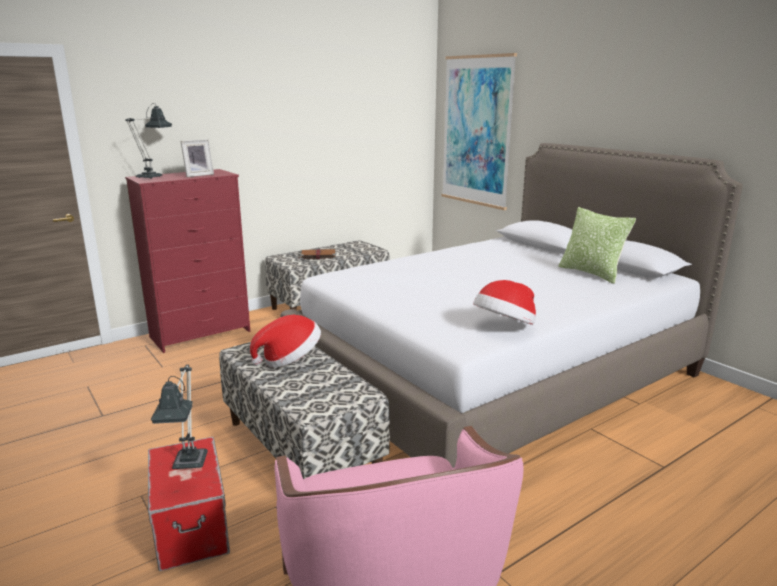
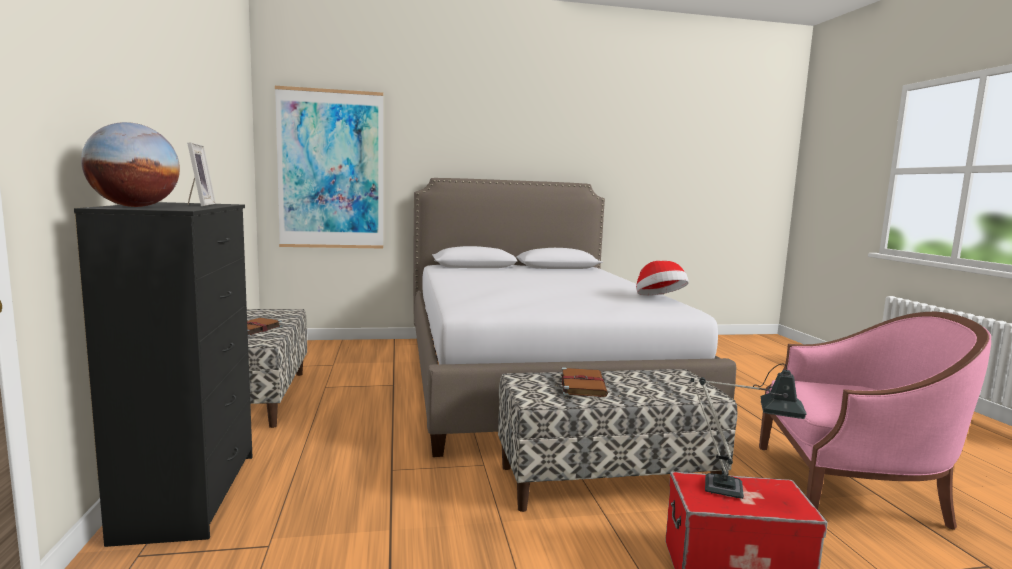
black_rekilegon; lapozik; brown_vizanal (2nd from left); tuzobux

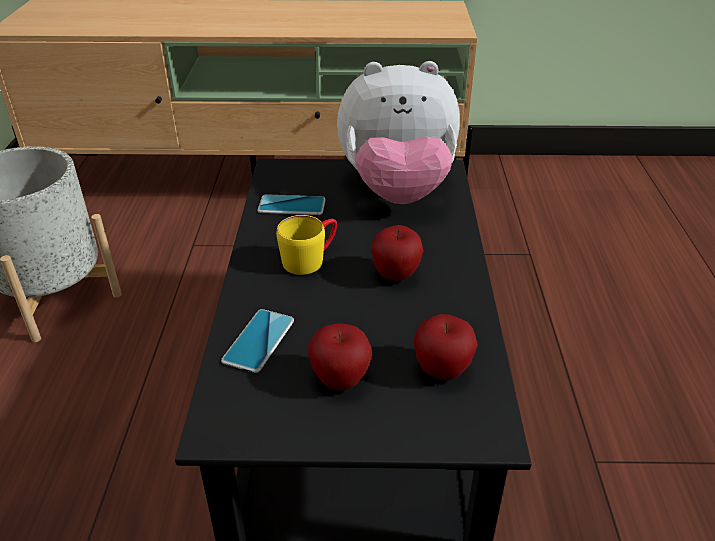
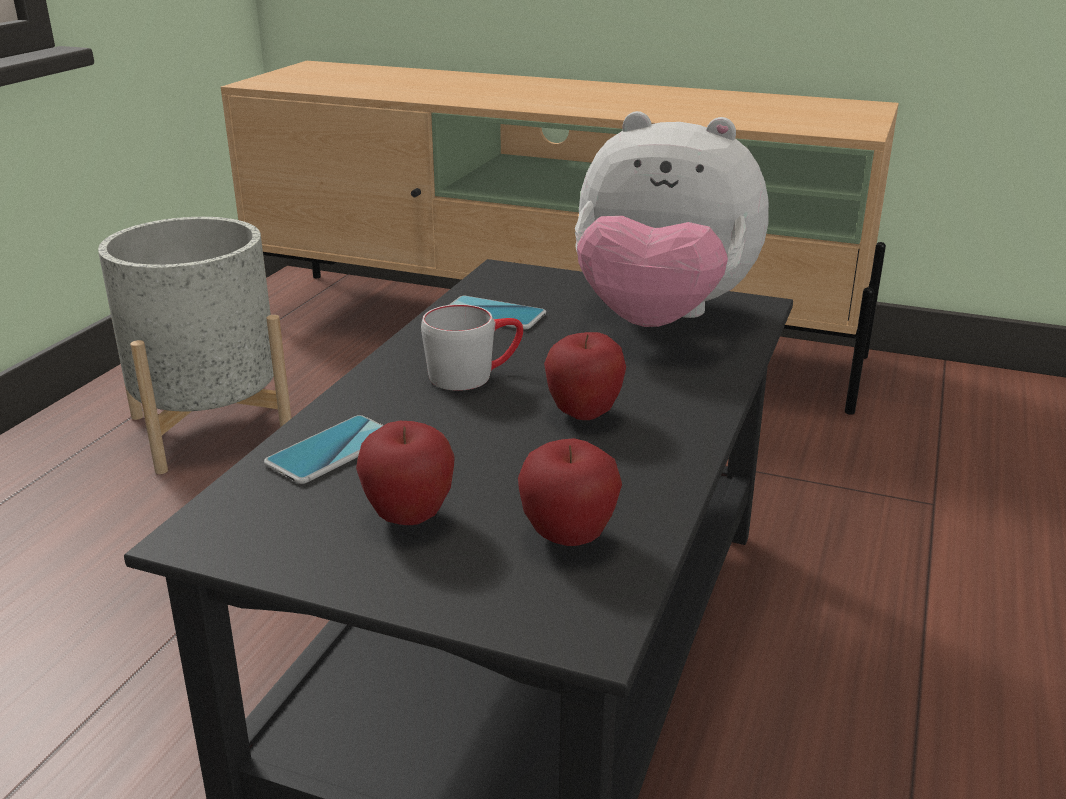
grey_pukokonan

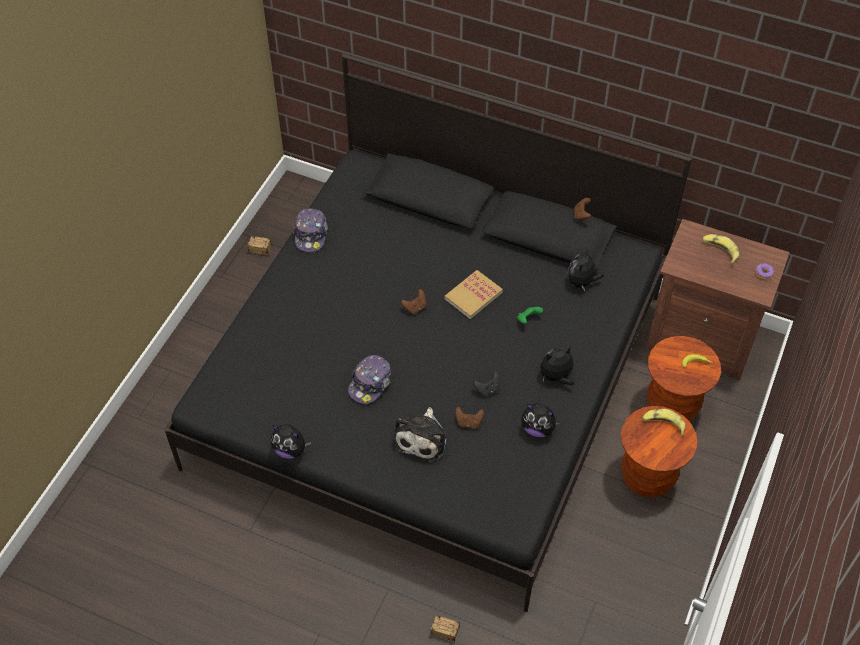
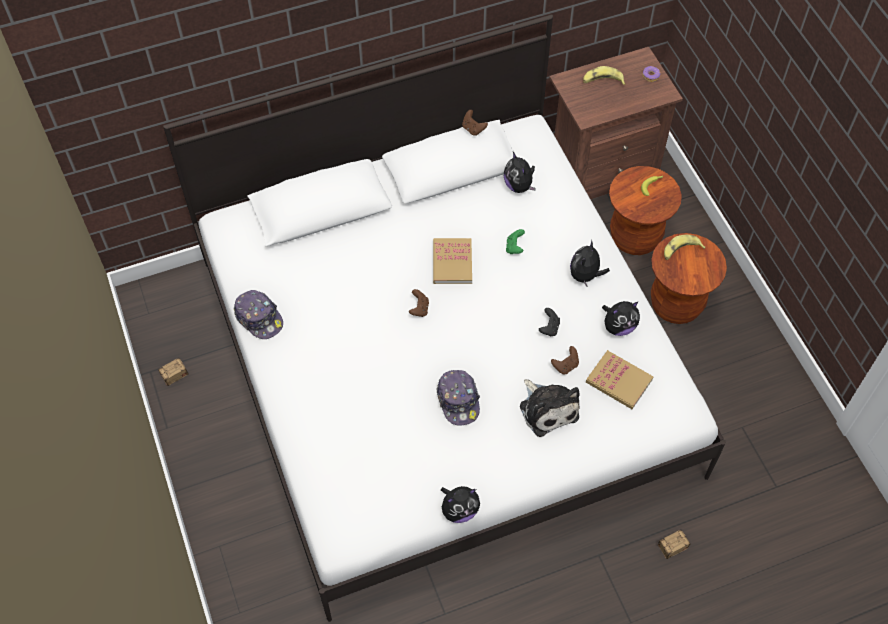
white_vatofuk; vizanal (2nd from left)

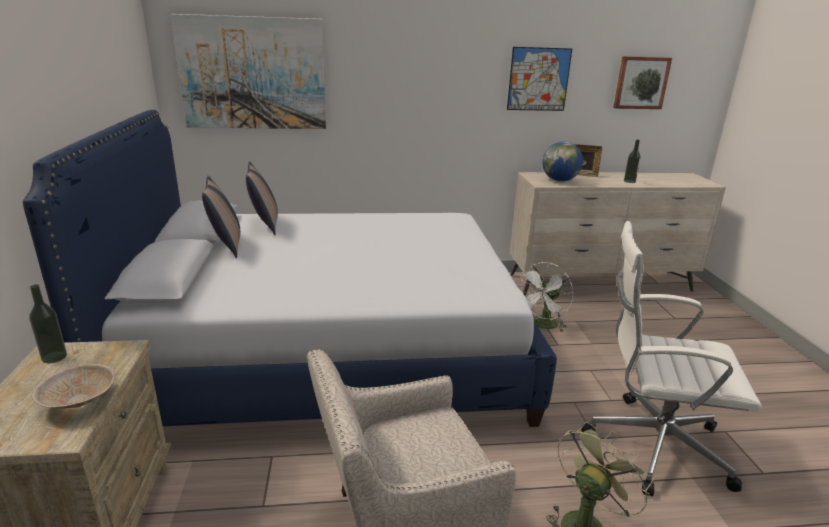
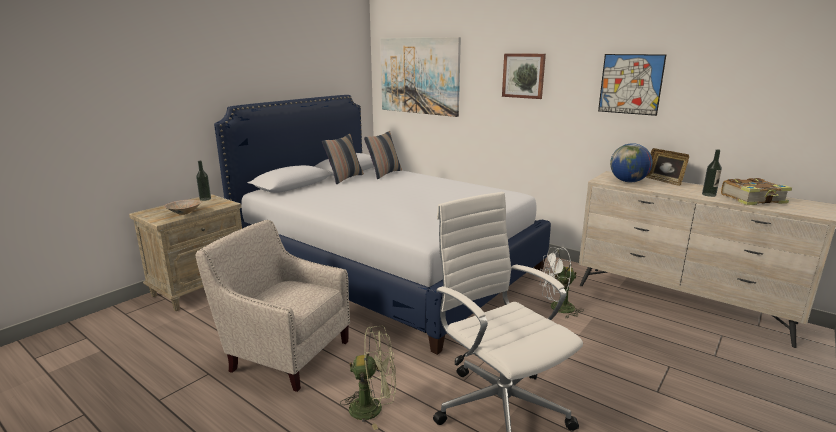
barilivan (2nd from left); vizanal

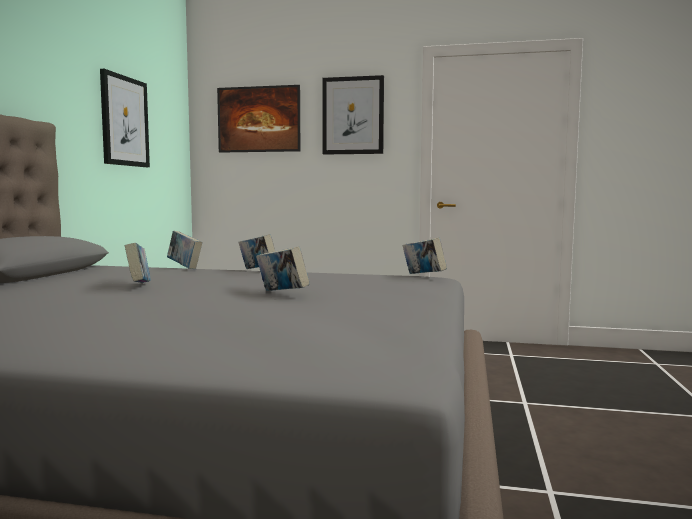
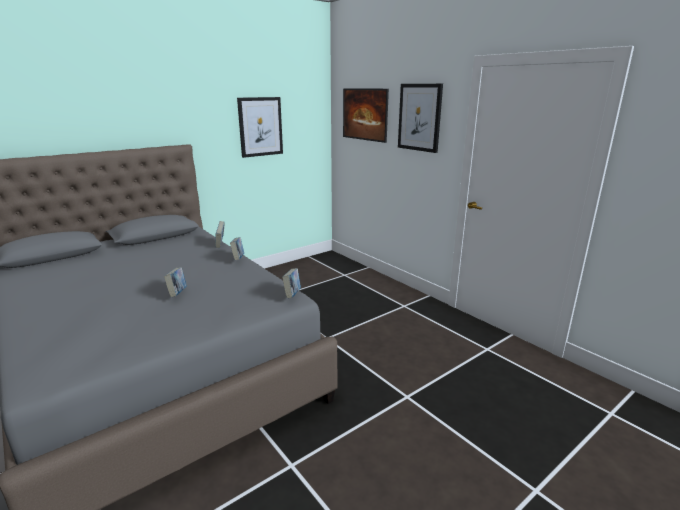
vizanal (1st from left in the first image)

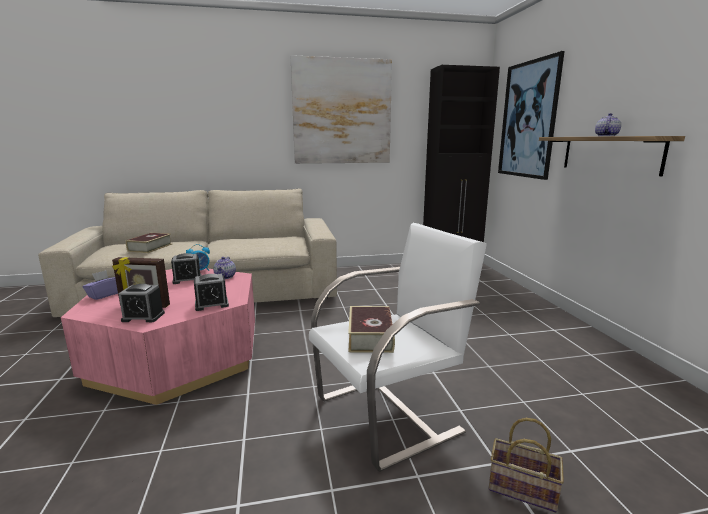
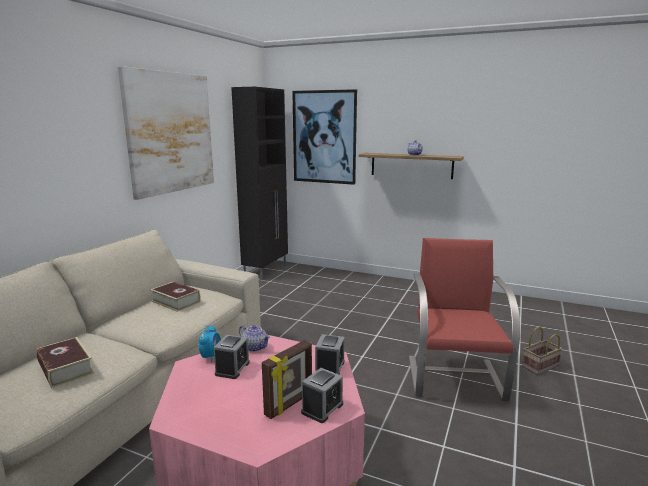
vizanal (2nd from left); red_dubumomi; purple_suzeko

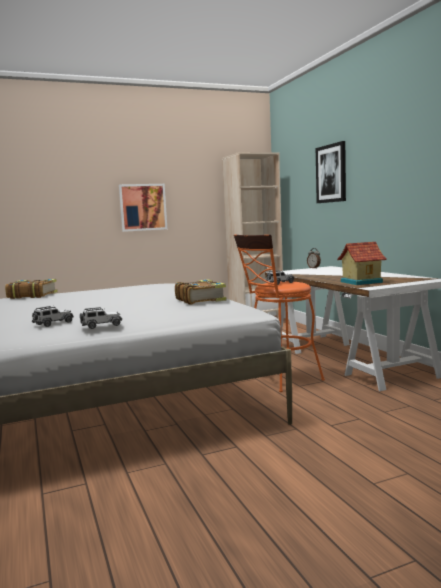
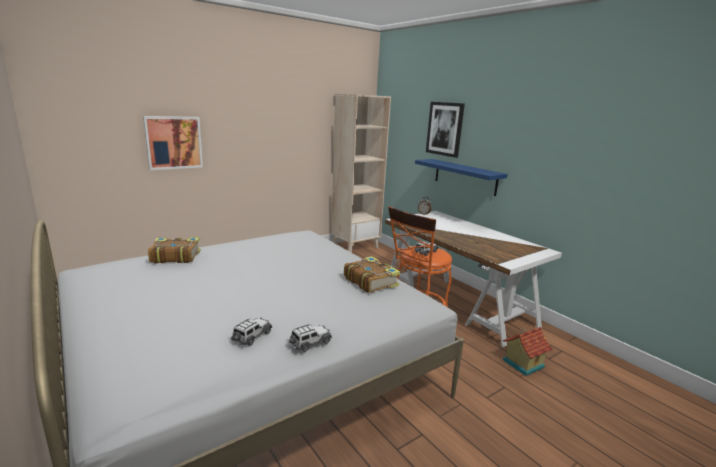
barilivan (1st from left); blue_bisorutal; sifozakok

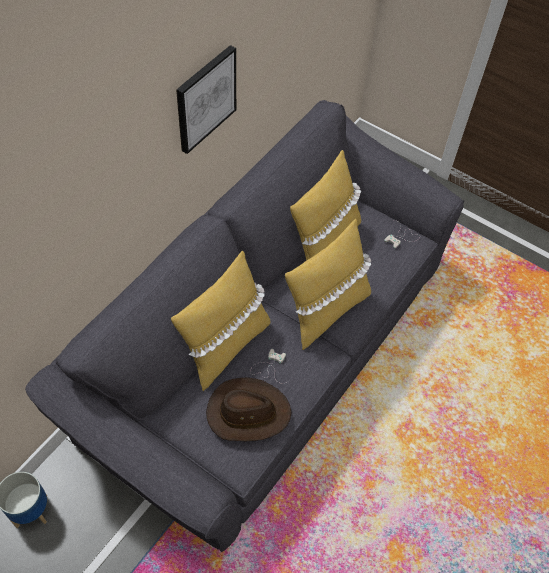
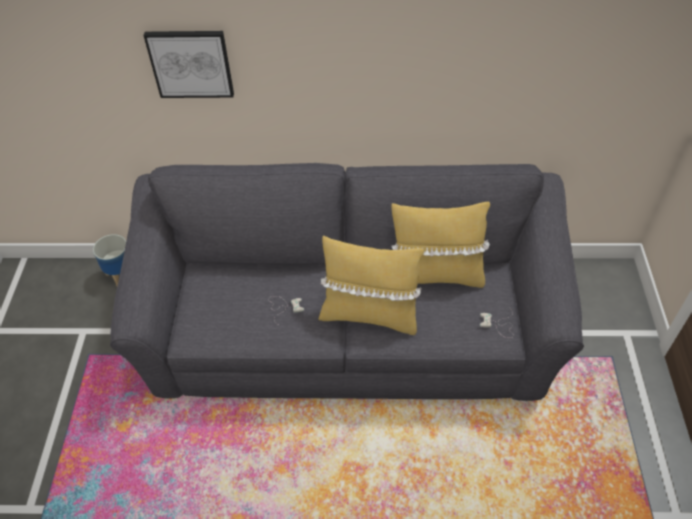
barilivan; yellow_tuzobux (1st from left in the first image); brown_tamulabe

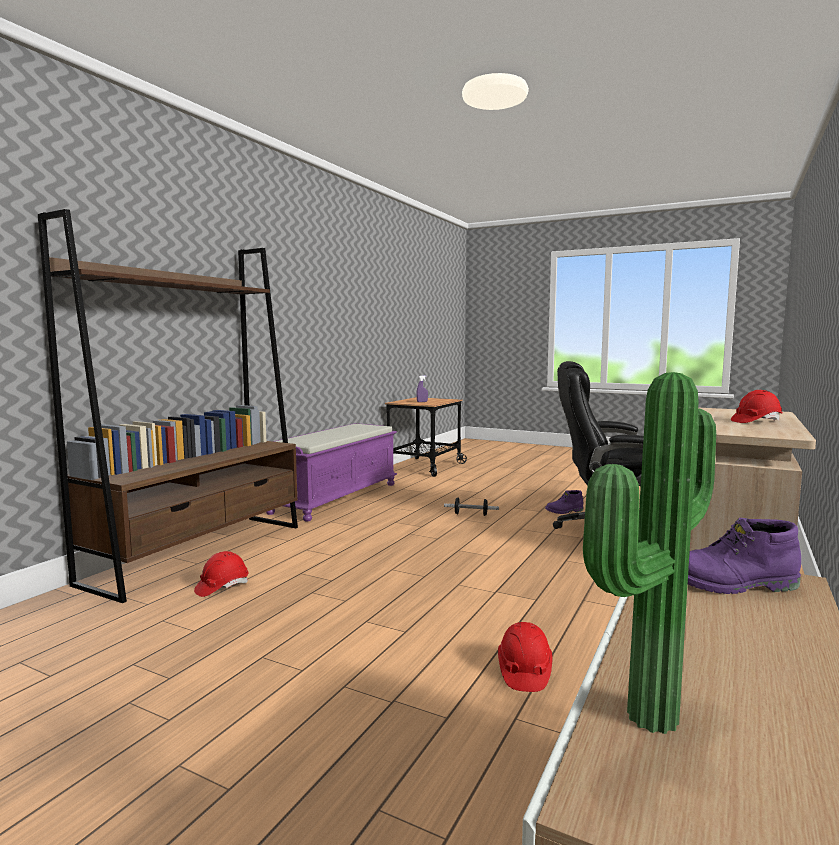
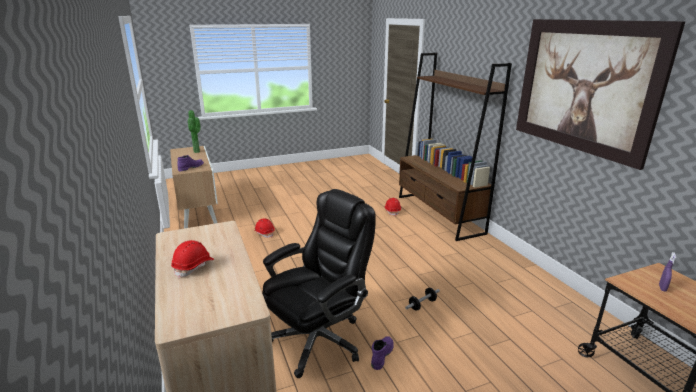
barilivan; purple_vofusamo

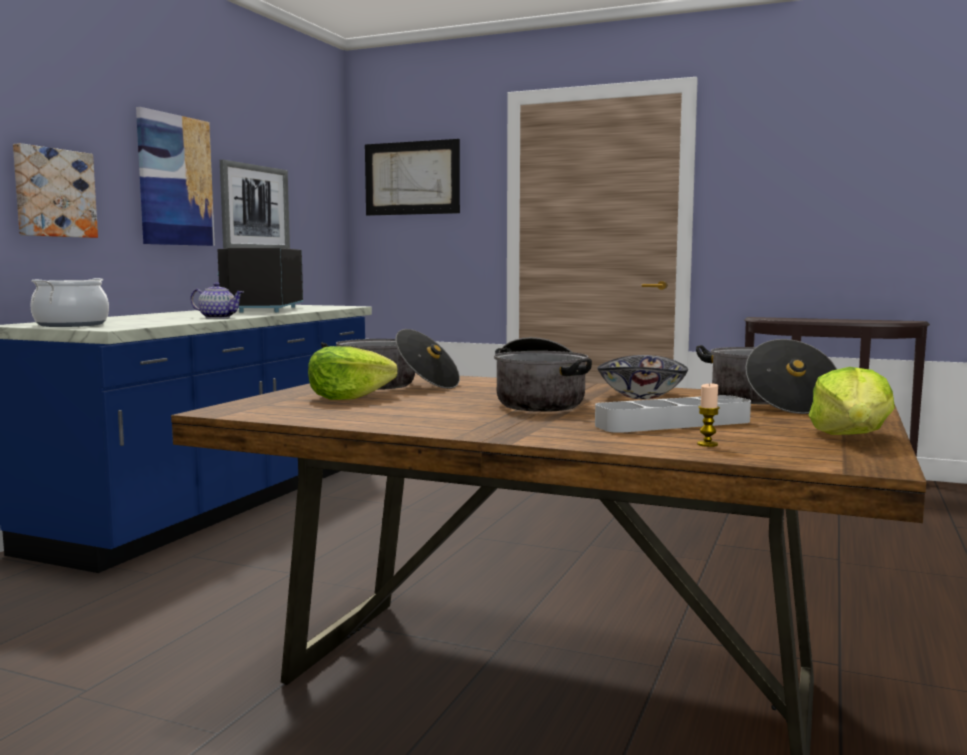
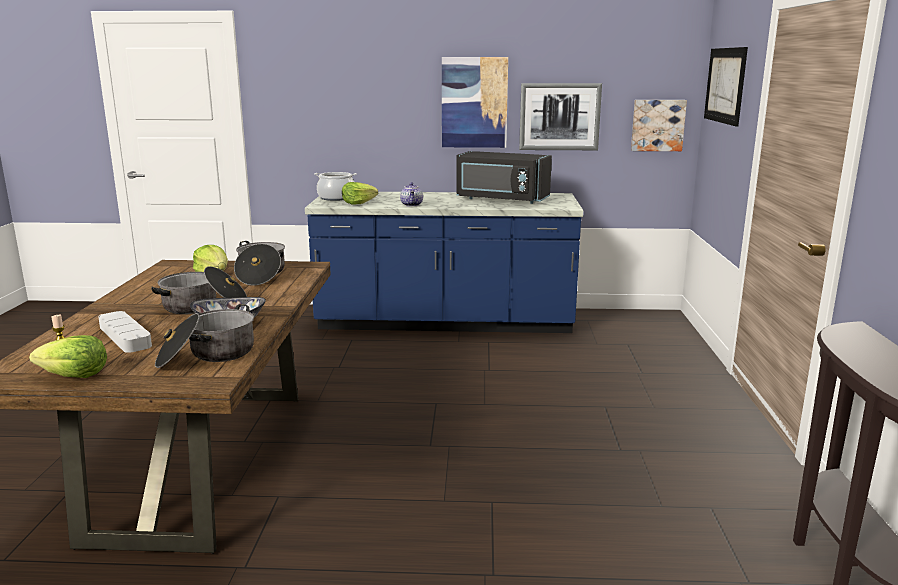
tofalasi (3rd from left); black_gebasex; barilivan (3rd from left)

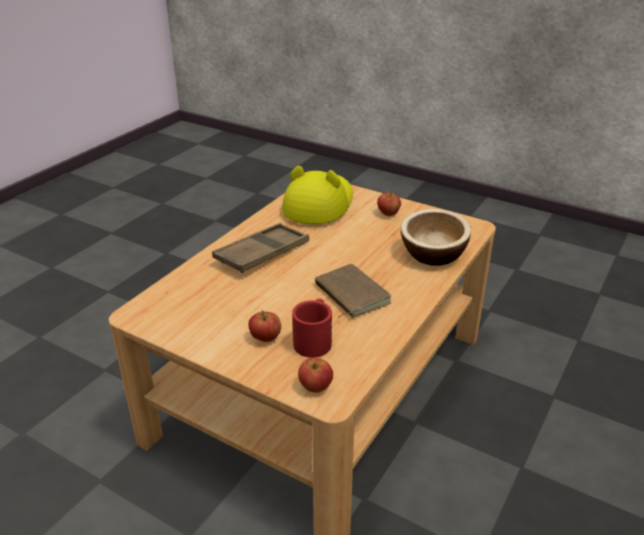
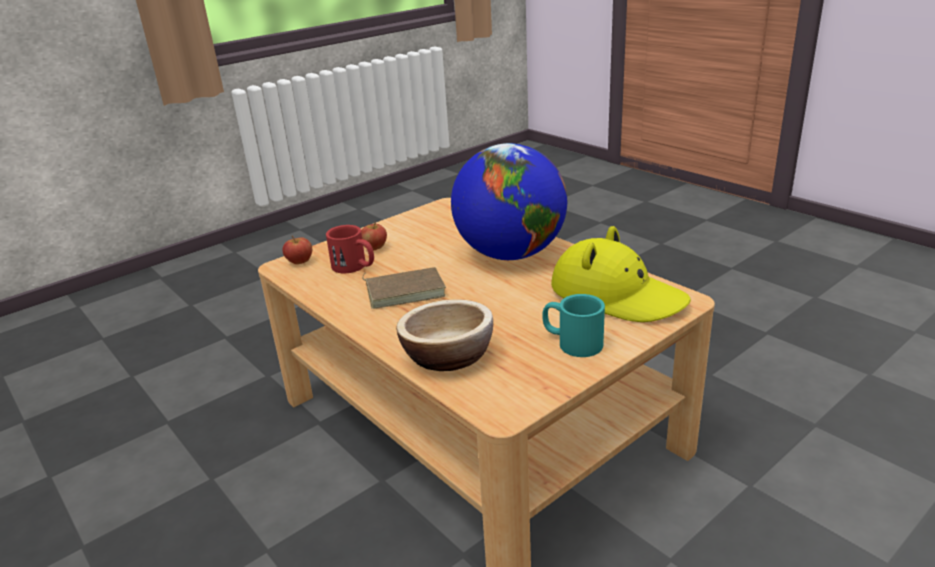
lapozik; turquoise_pukokonan

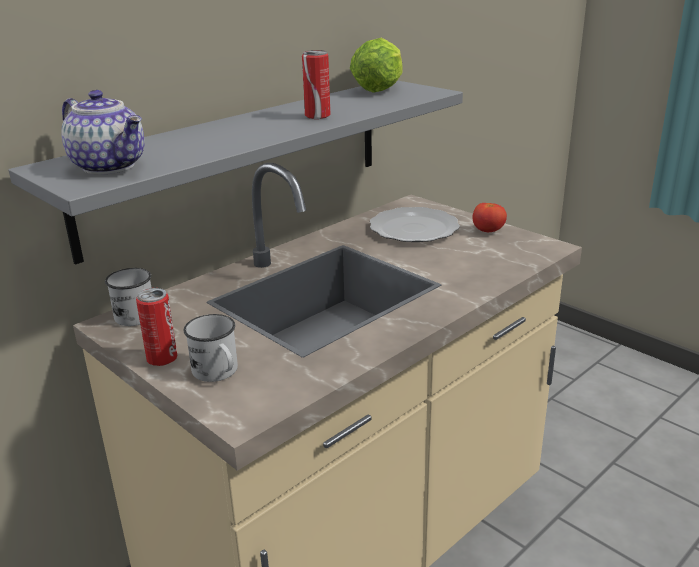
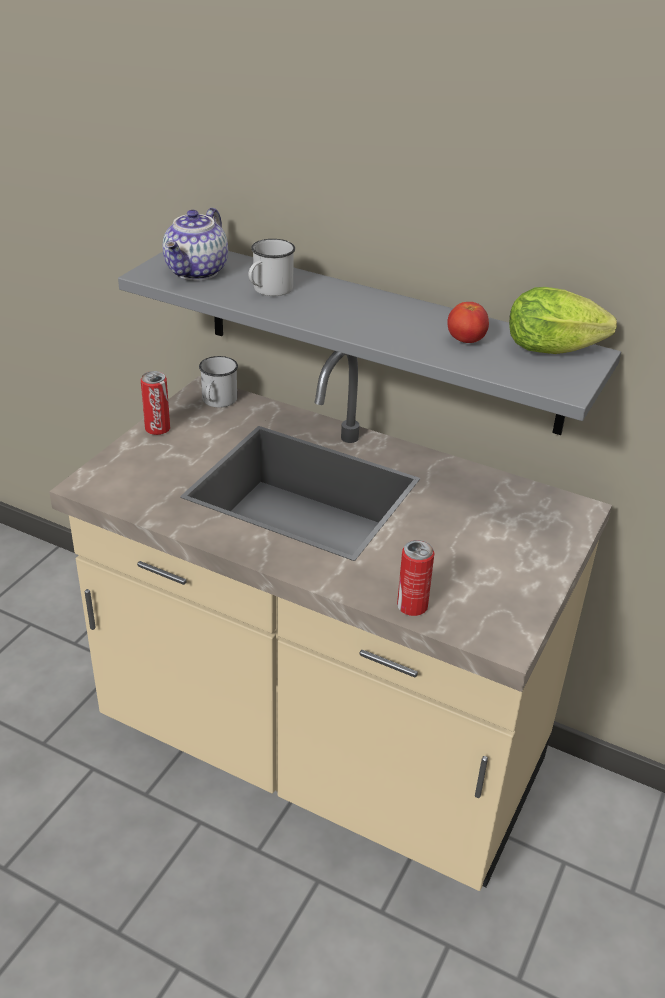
white_pukokonan (2nd from left); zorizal (2nd from left); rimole; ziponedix

